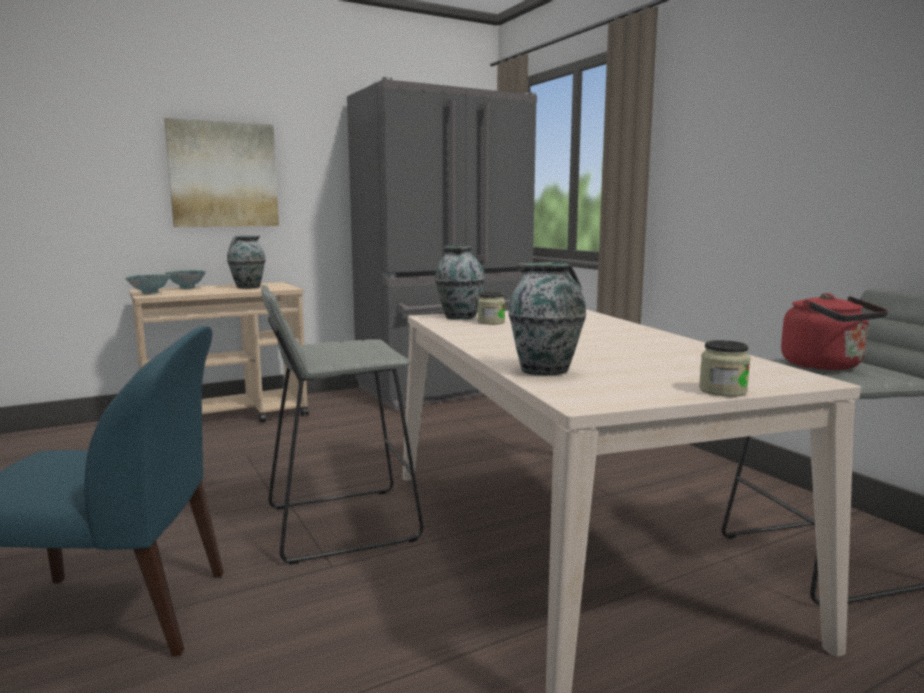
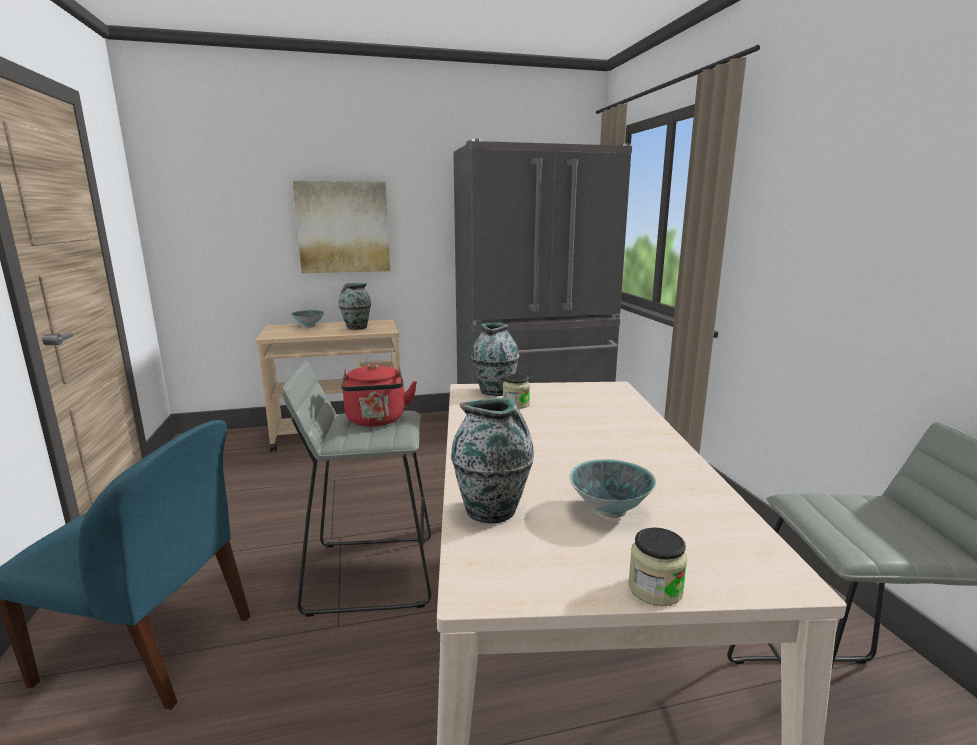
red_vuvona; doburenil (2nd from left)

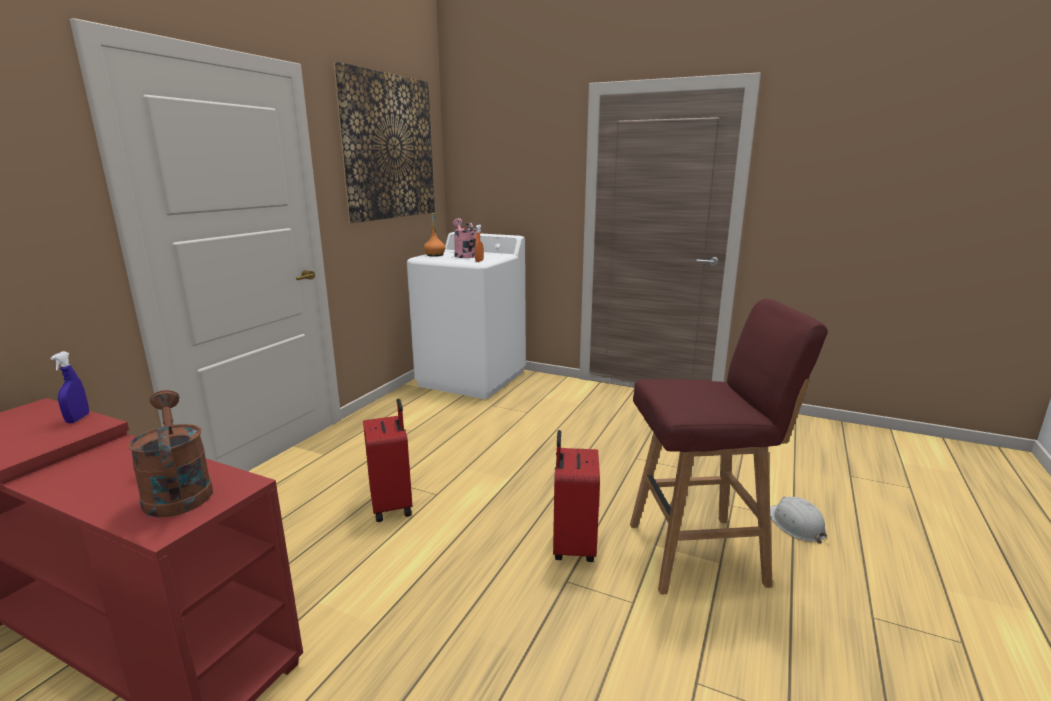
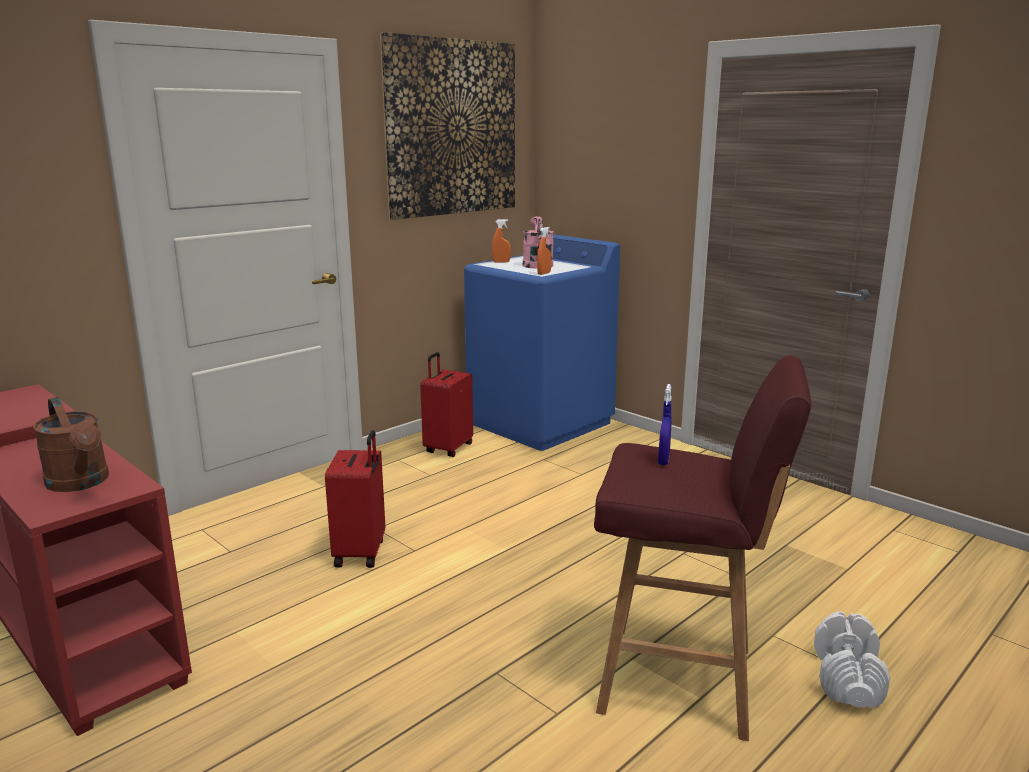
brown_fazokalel; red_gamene (2nd from left); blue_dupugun; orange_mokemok (1st from left); blue_mokemok; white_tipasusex

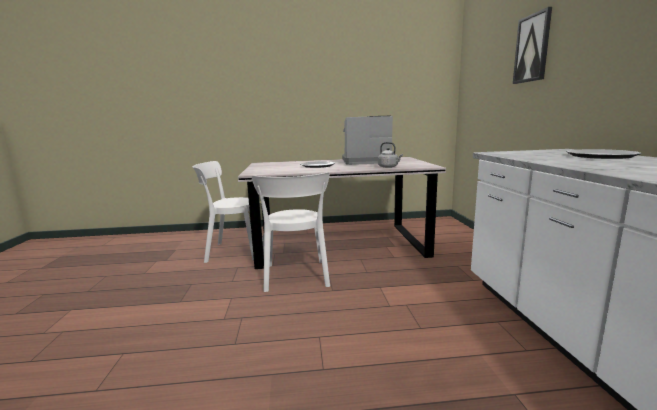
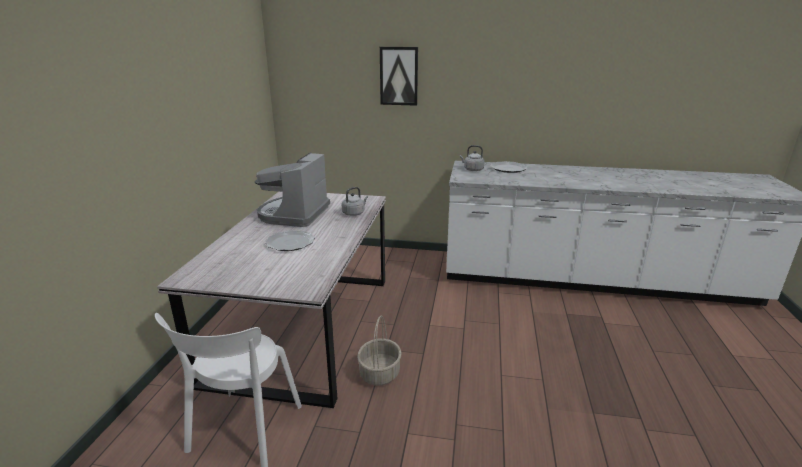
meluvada; grey_vuvona (2nd from left)

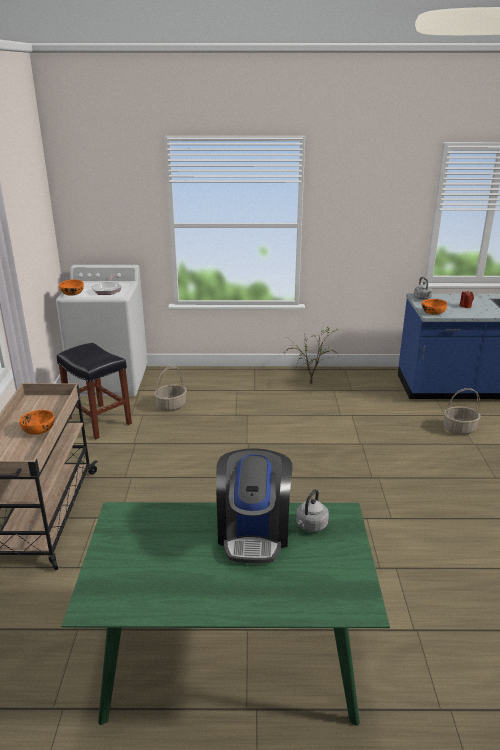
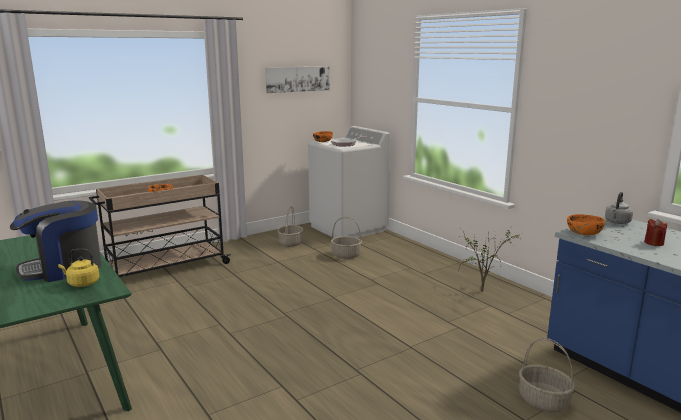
yellow_vuvona; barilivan; meluvada (1st from left)

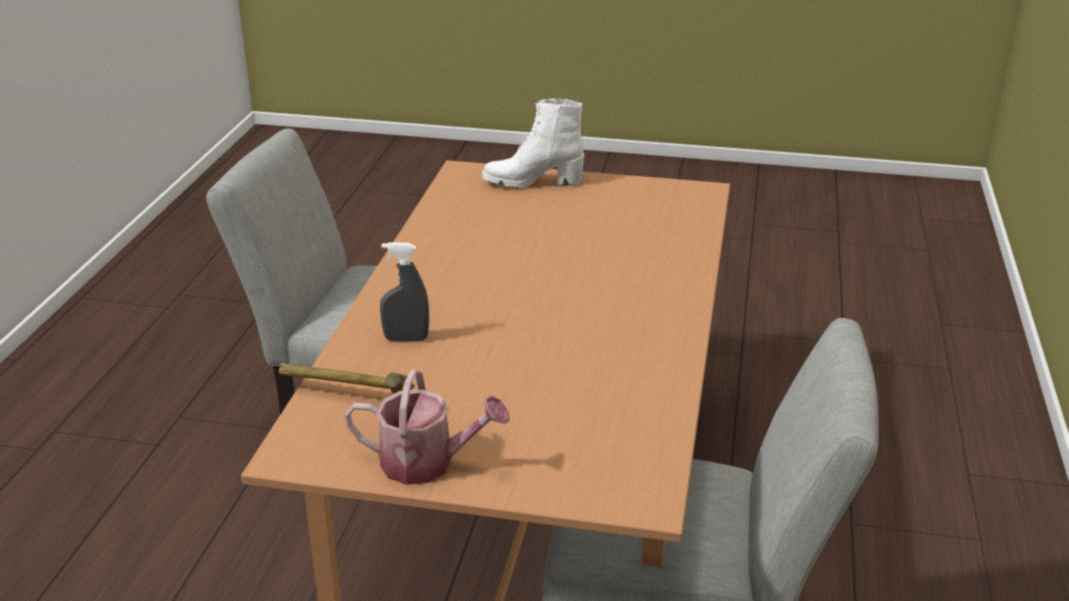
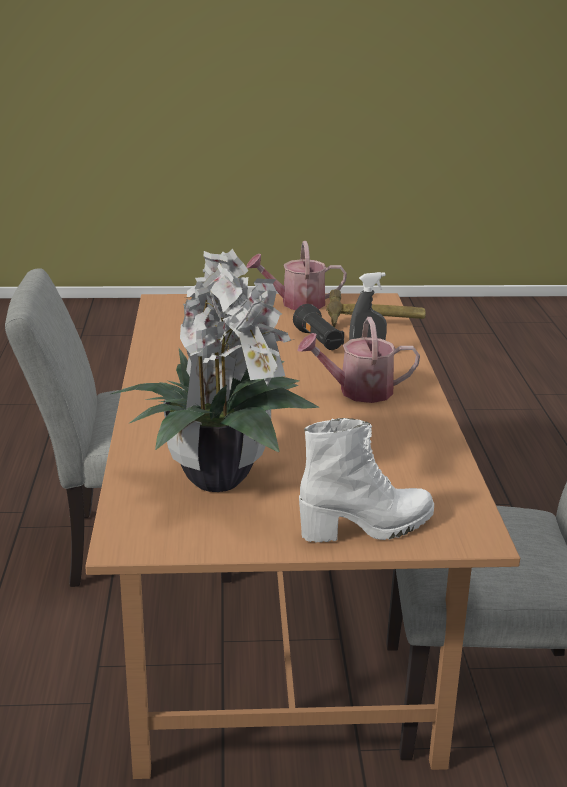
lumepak; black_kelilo; fazokalel (2nd from left)

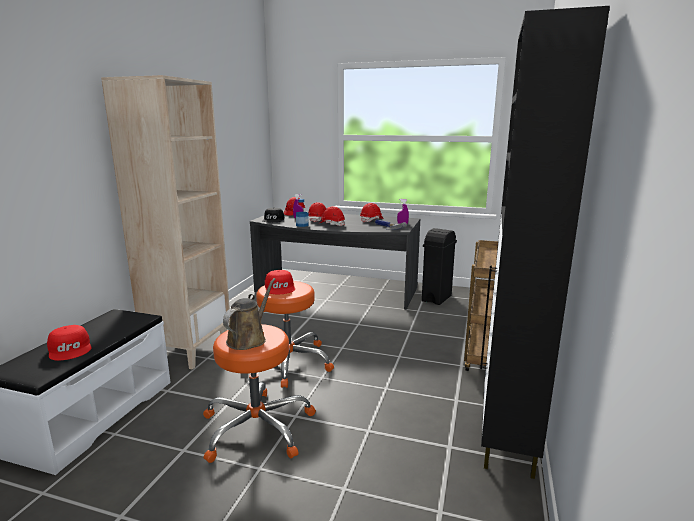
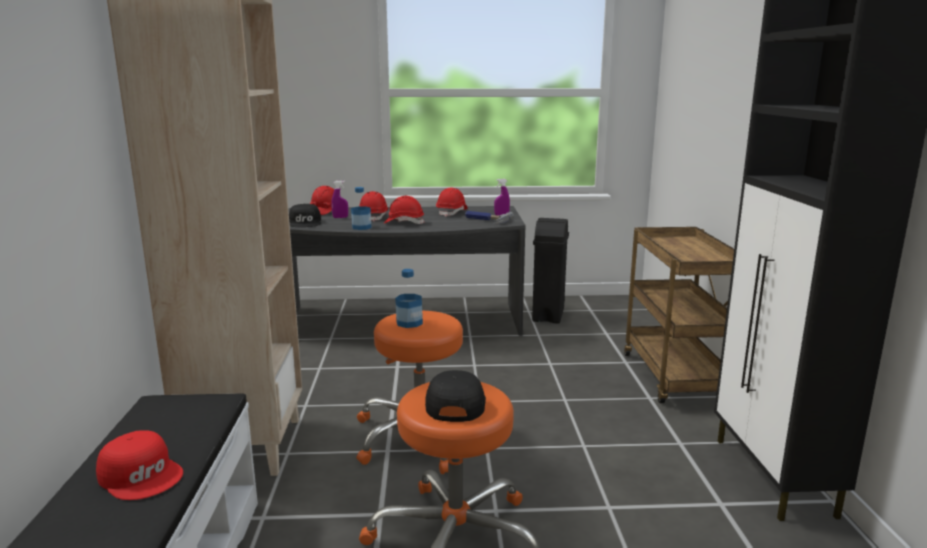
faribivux (2nd from left); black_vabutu (2nd from left)

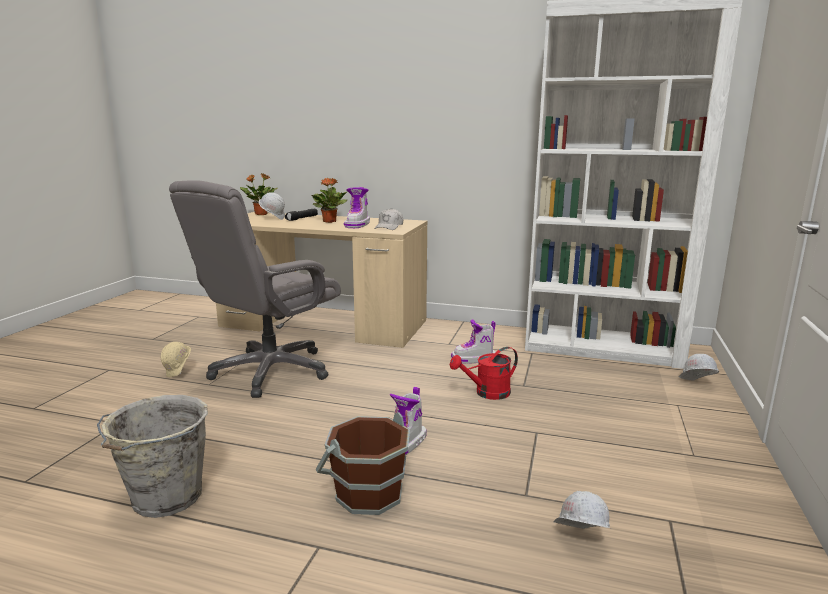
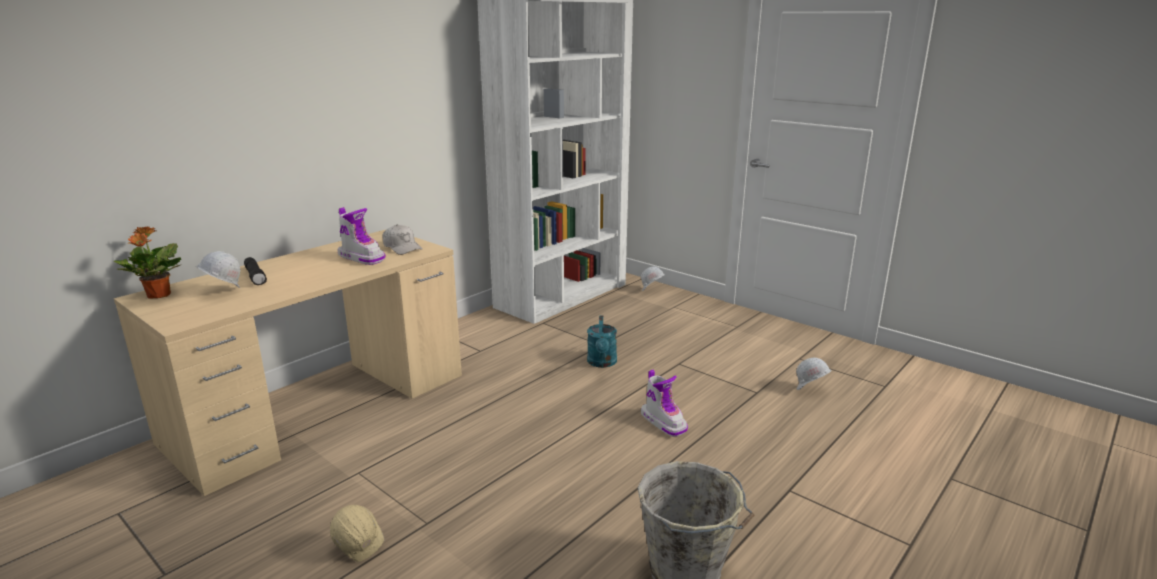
turquoise_fazokalel; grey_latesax; lumepak (2nd from left in the first image); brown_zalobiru; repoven (3rd from left in the first image)

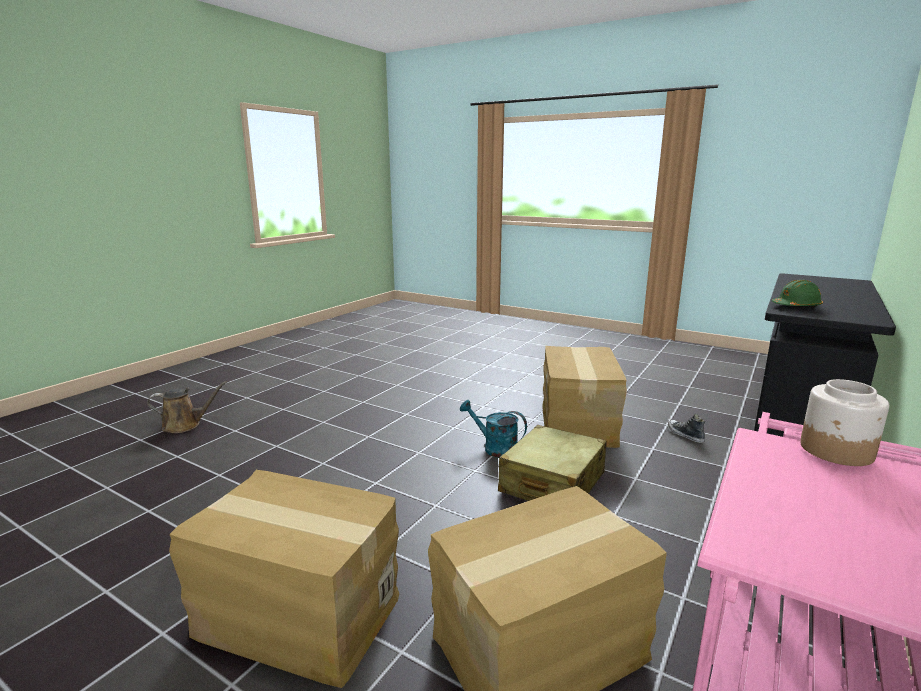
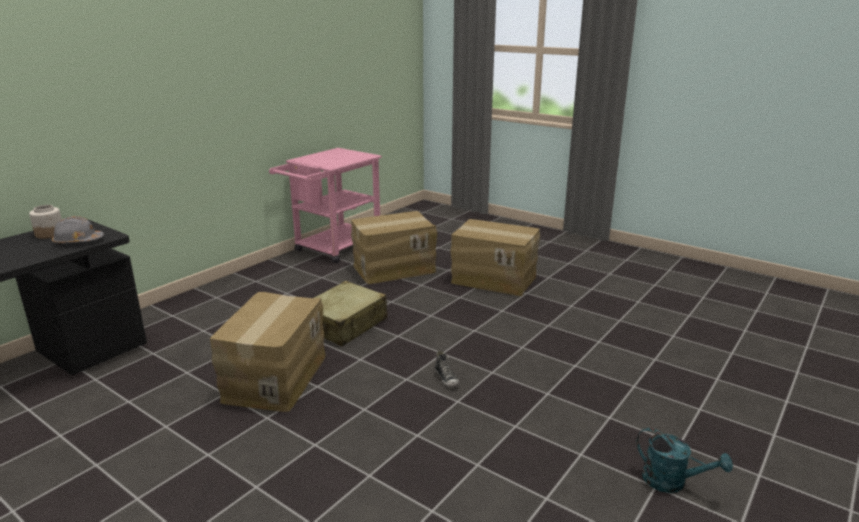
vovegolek; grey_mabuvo; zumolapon; turquoise_fazokalel; brown_fazokalel

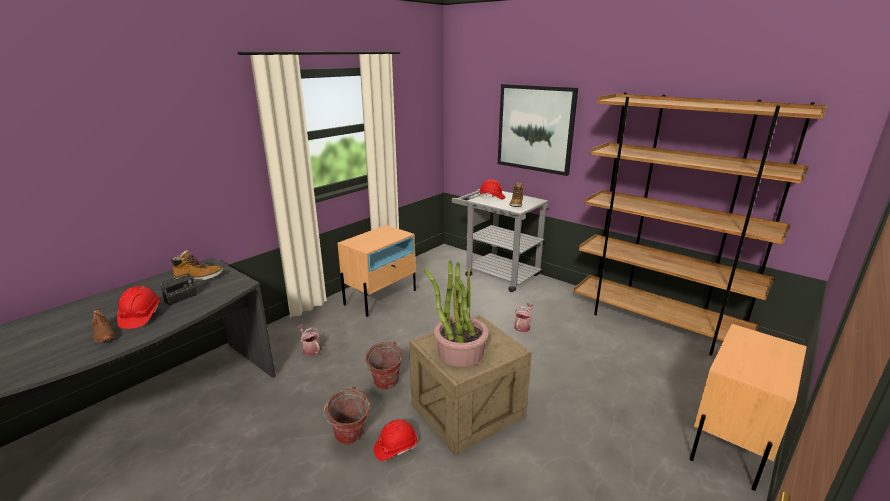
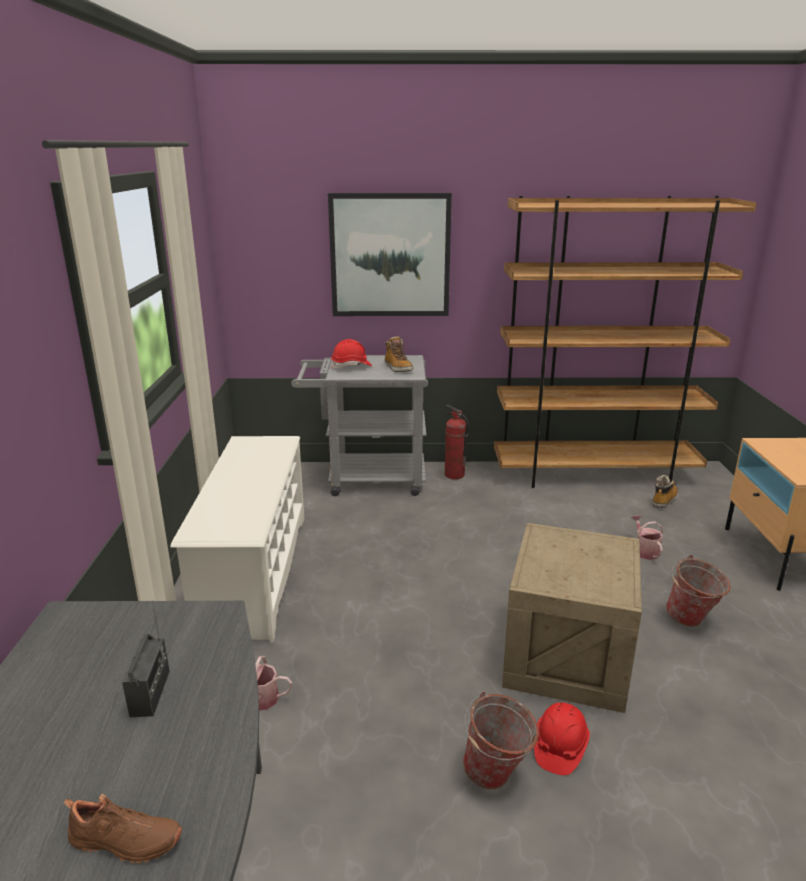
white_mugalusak; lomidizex; fazokalel (2nd from left); repoven (2nd from left); zalobiru (2nd from left); red_mabuvo (1st from left in the first image); lumepak

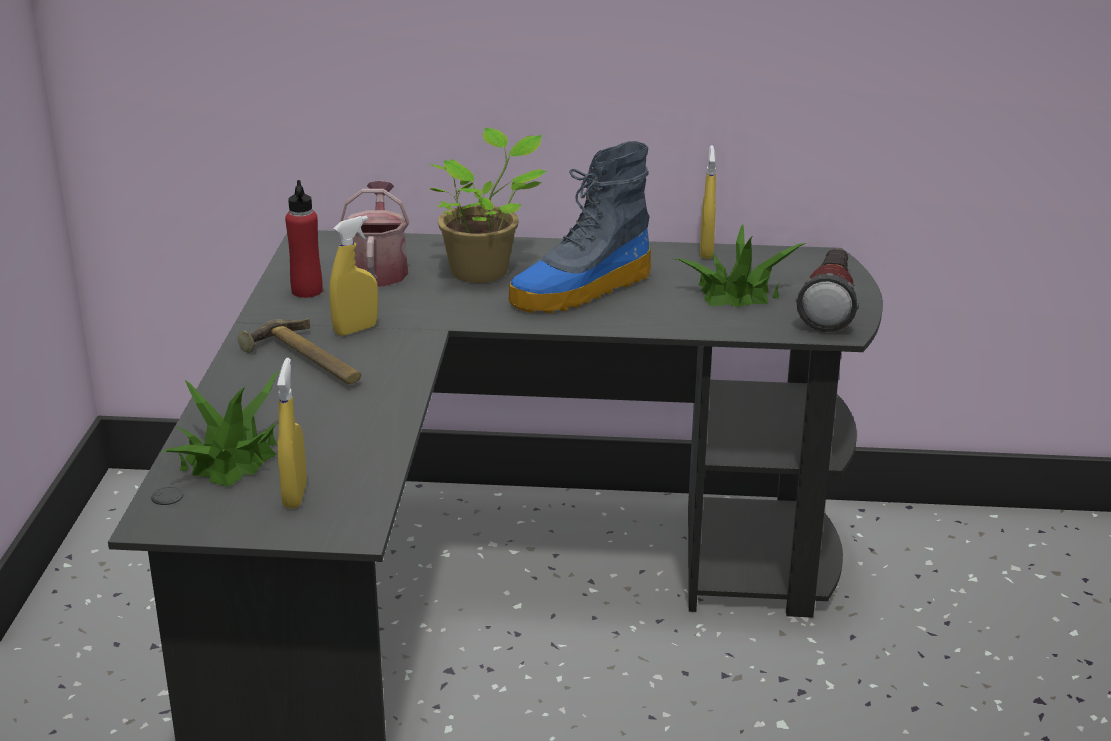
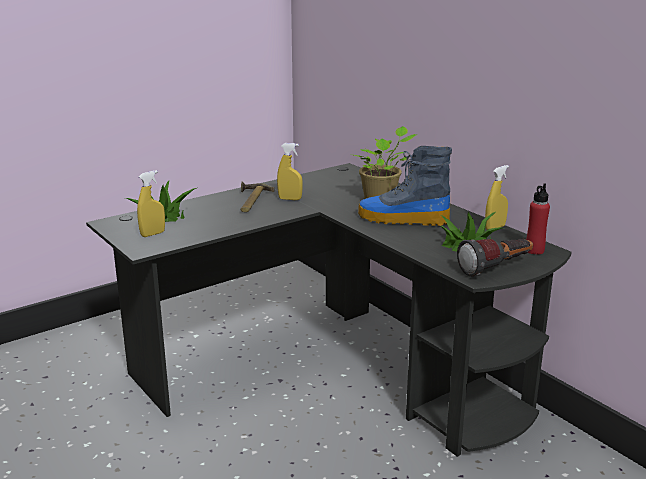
red_faribivux; fazokalel

